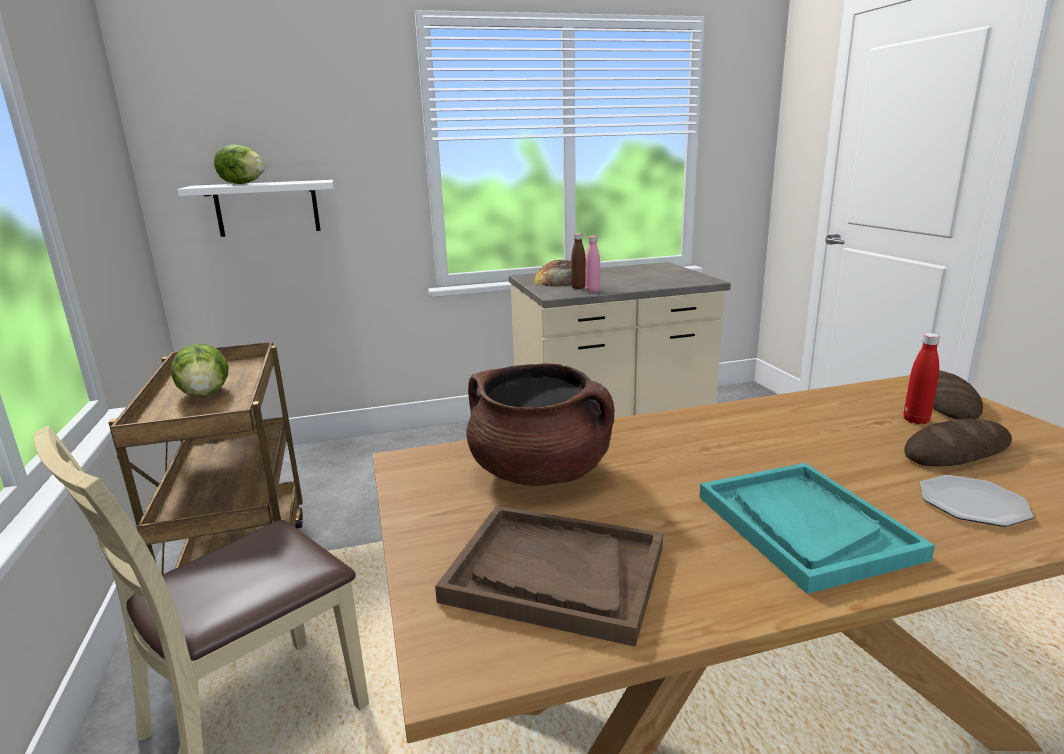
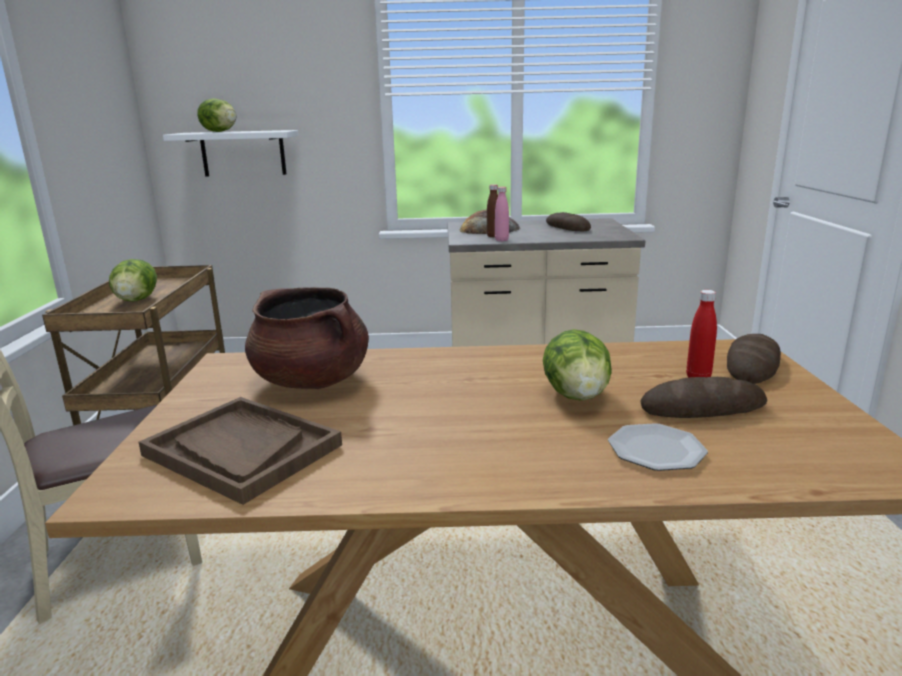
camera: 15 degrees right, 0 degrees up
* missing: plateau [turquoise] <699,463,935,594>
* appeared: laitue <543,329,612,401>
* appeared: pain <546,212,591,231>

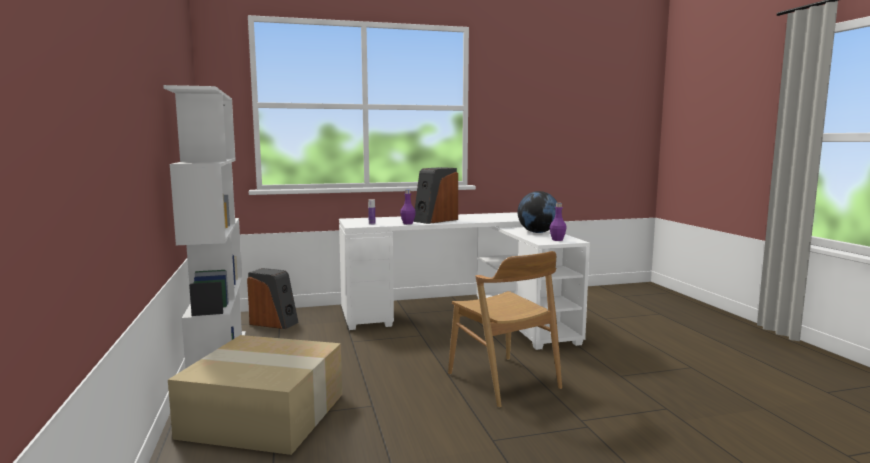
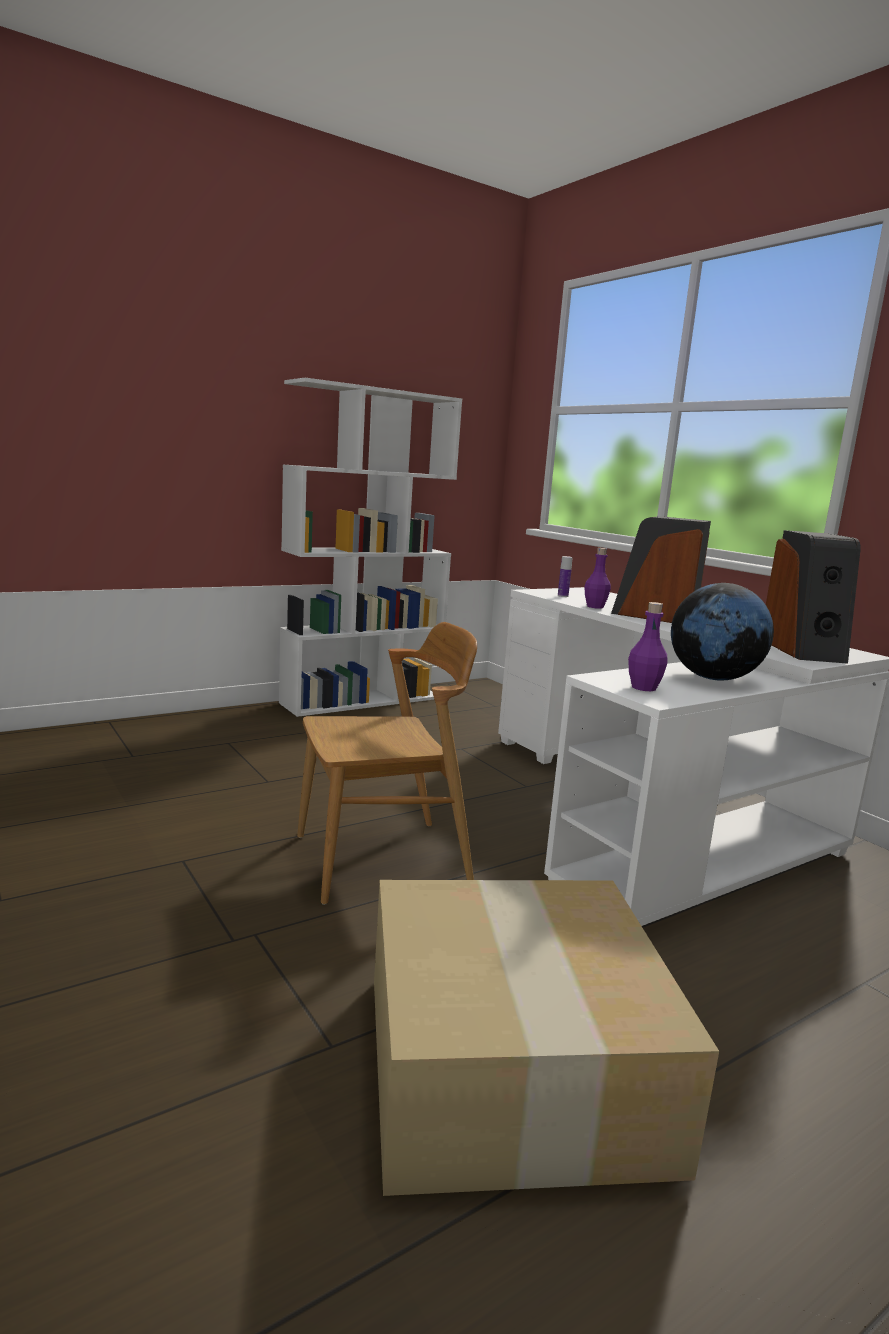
camera: 70 degrees right, 5 degrees up
* relocated: carton <168,335,342,455> to <374,880,719,1196>
* relocated: enceinte <247,268,299,329> to <766,530,861,664>
* spun: chaise [marron] <448,251,562,408> = <297,622,477,905> 150 degrees counterclockwise

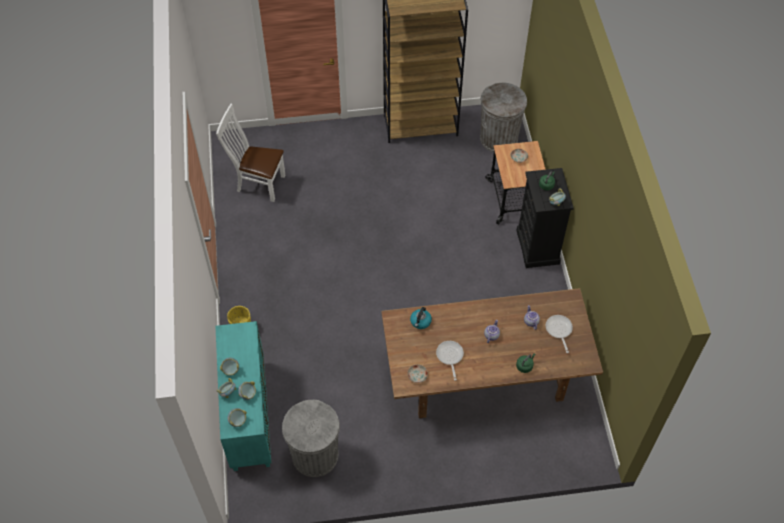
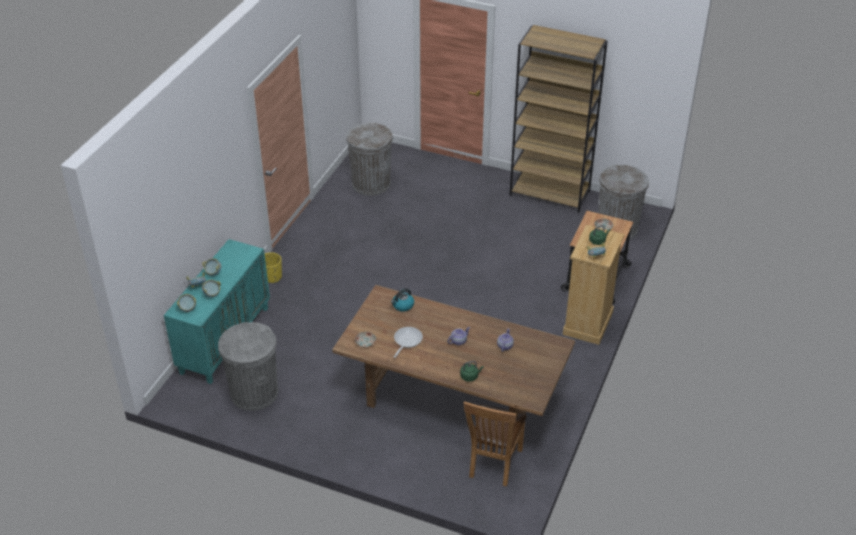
camera: 30 degrees right, 15 degrees down
* missing: poêle <546,315,573,353>
* appeared: chaise [marron] <463,401,527,486>
* exchanged: chaise [blanc] <216,104,285,202> to poubelle [gris] <346,123,393,196>
* colour: commode [noir] <516,168,574,268> to commode [beige] <563,225,625,345>

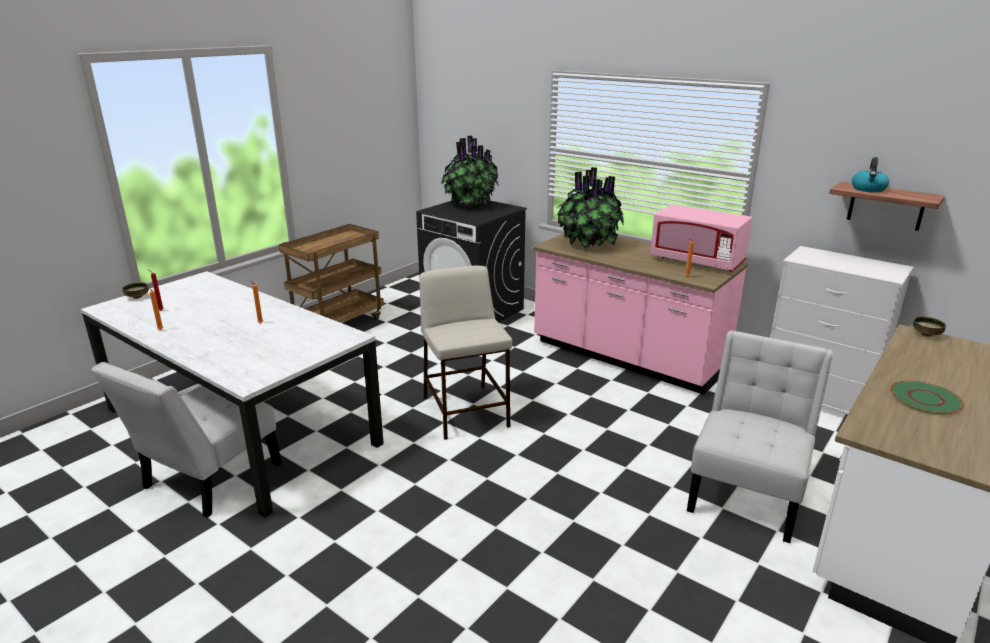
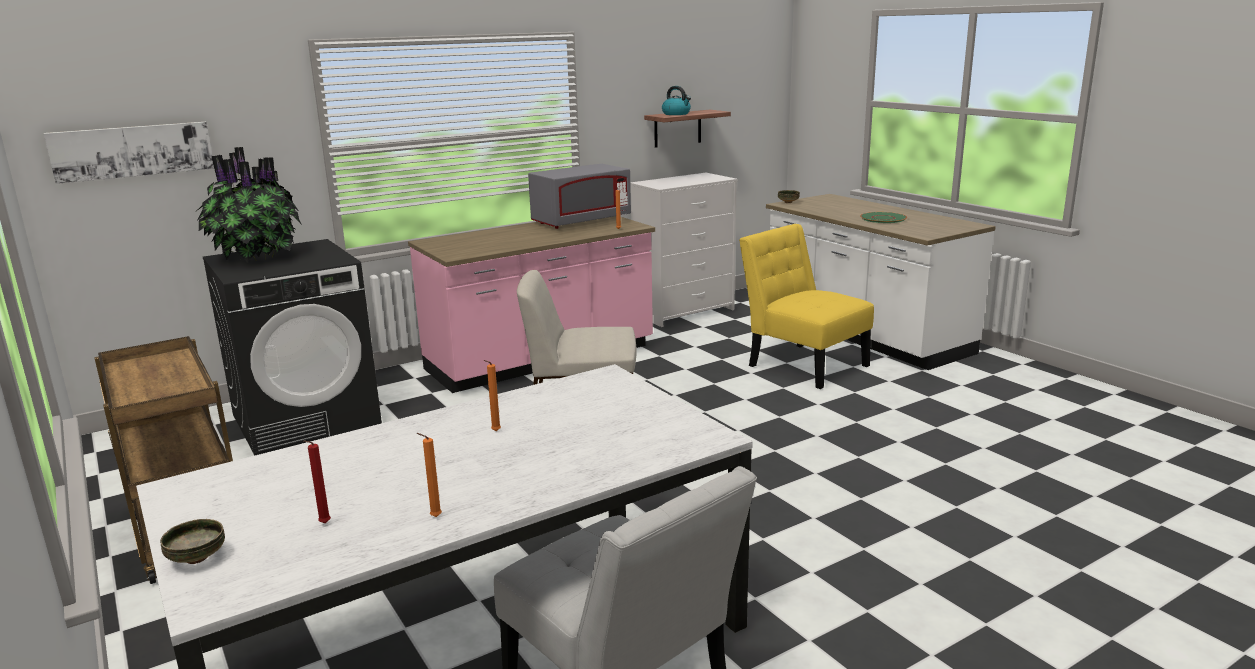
camera: 70 degrees left, 5 degrees down
* missing: plante en pot <557,167,624,249>
* appeared: tableau <44,122,214,184>
* colour: micro-ondes [rose] <650,204,752,272> to micro-ondes [gris] <528,164,631,229>
* colour: chaise [blanc] <687,330,833,543> to chaise [jaune] <739,224,874,389>

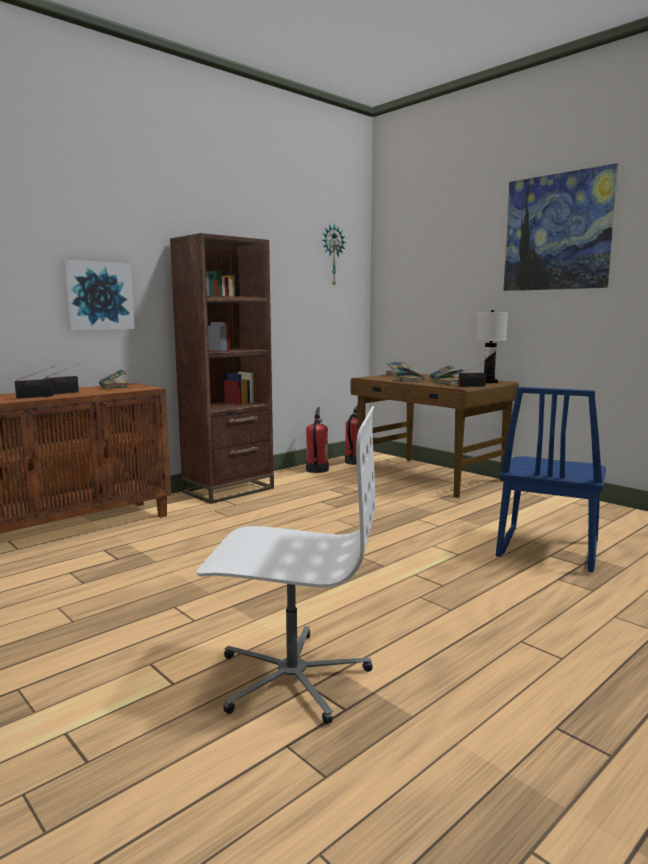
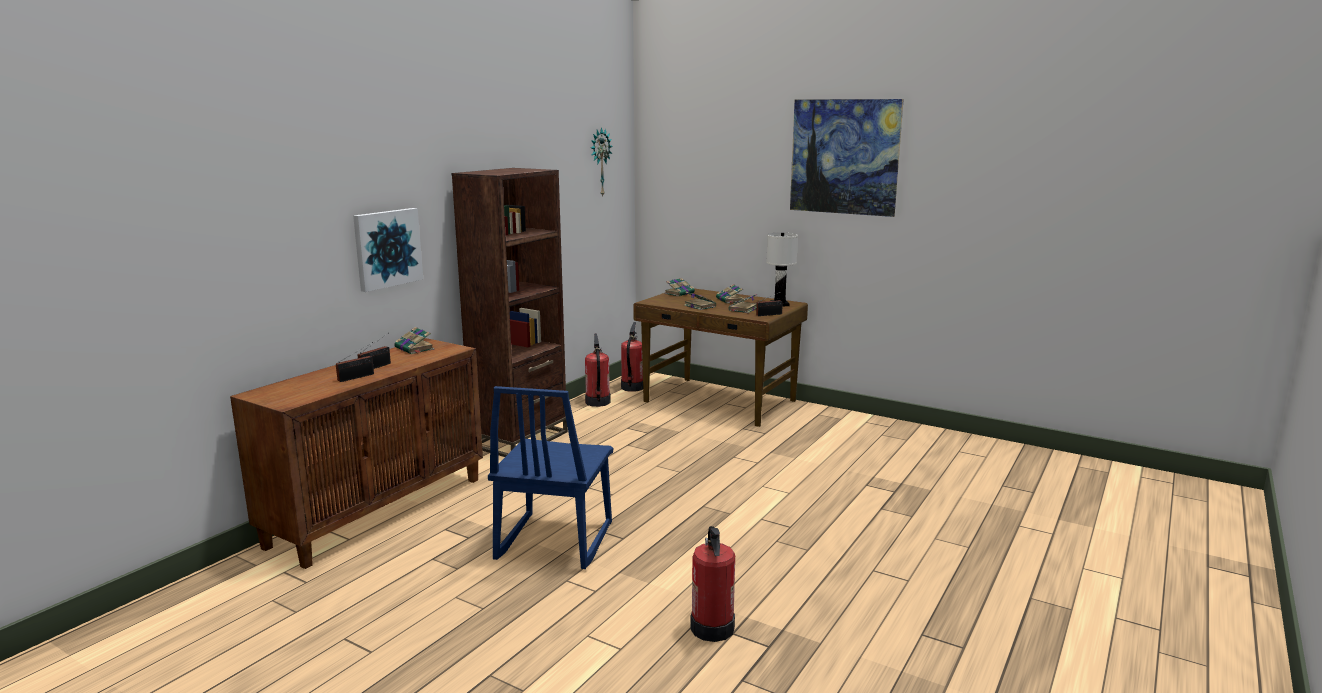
camera: 15 degrees left, 5 degrees up
* relocated: chaise [bleu] <496,387,606,572> to <488,386,613,569>
* exchanged: chaise de bureau [blanc] <197,406,375,724> to extincteur <690,526,735,642>

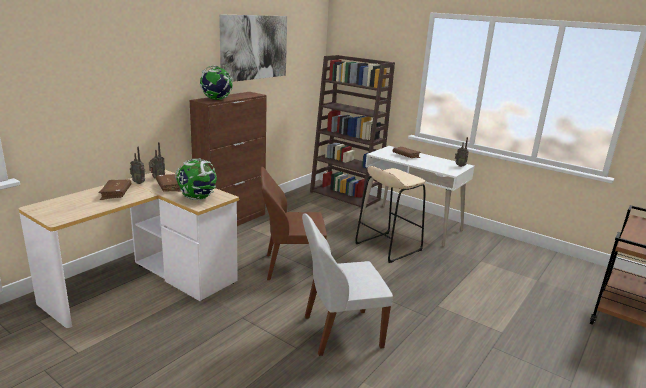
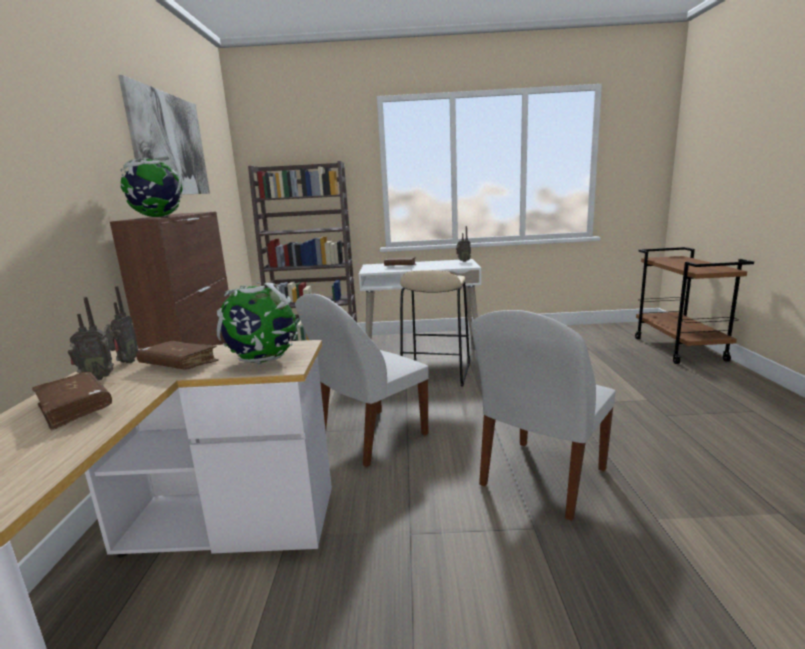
camera: 35 degrees left, 5 degrees down
* colour: chaise [marron] <260,167,327,280> to chaise [blanc] <295,294,429,467>

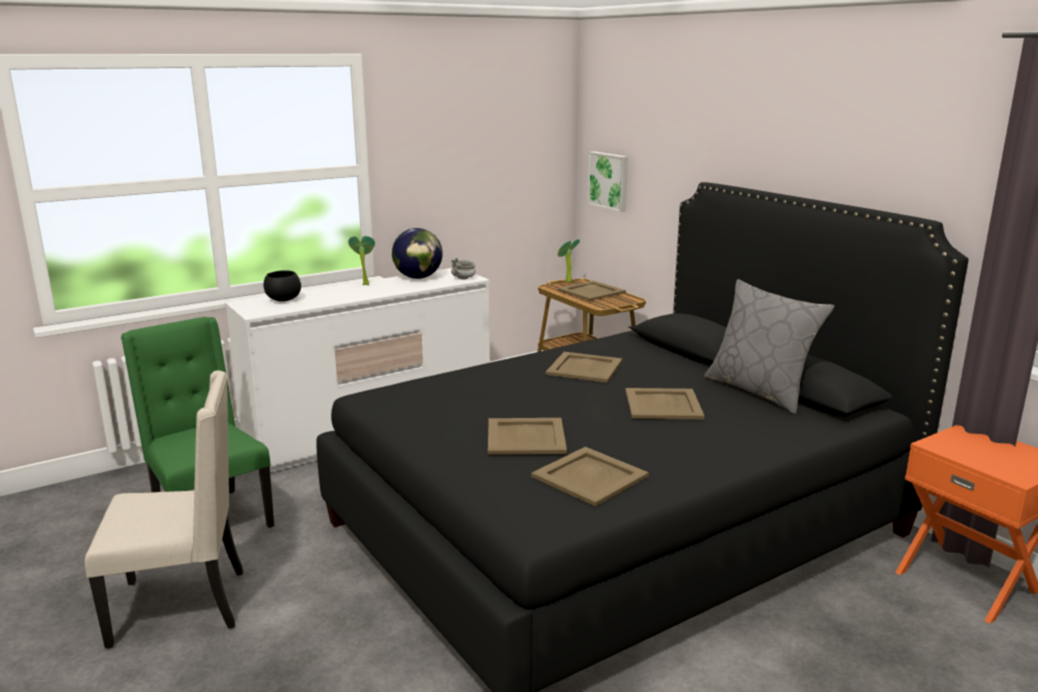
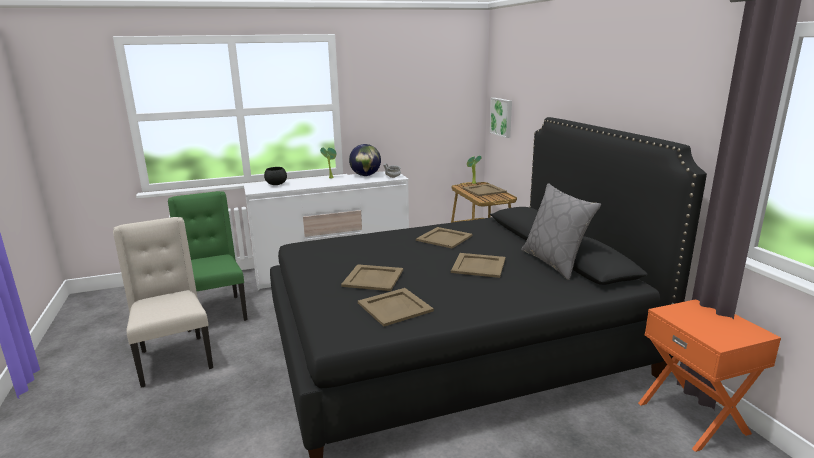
camera: 15 degrees right, 0 degrees up
* spun: chaise [beige] <85,371,243,649> = <113,217,213,388> 120 degrees counterclockwise

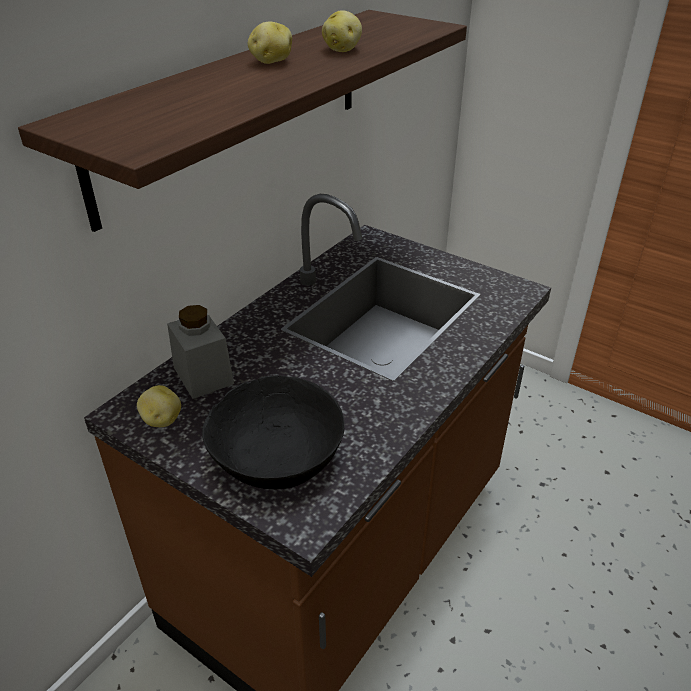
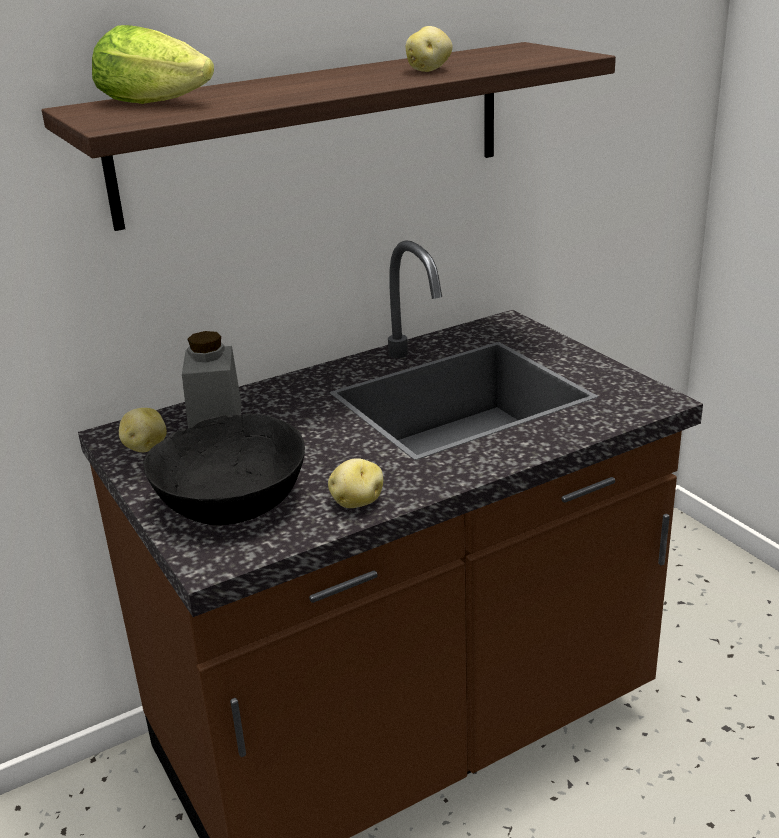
camera: 25 degrees right, 10 degrees down
* appeared: laitue <92,25,214,104>
* relocated: pomme de terre <248,22,292,64> to <328,458,383,508>

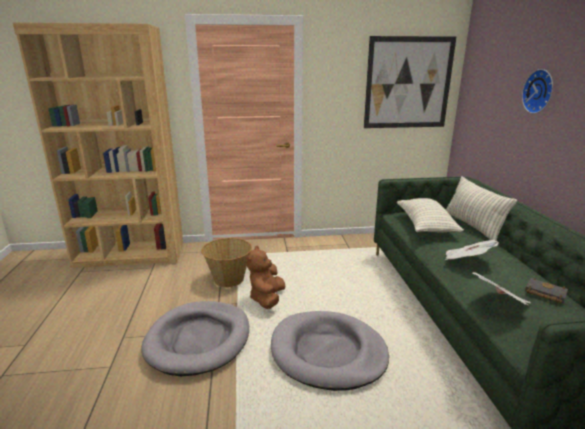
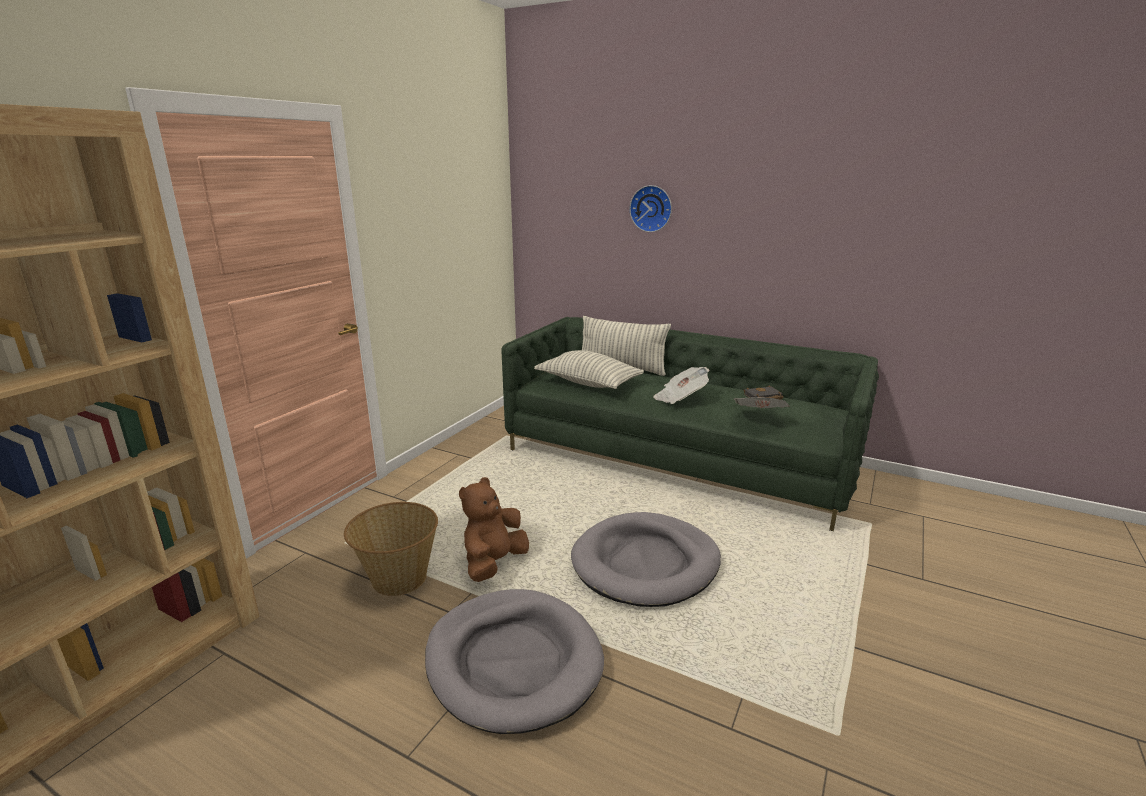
camera: 55 degrees left, 0 degrees up
* missing: tableau <364,36,456,128>
* spun: peluche [marron] <246,246,285,309> = <459,477,529,582> 75 degrees clockwise

